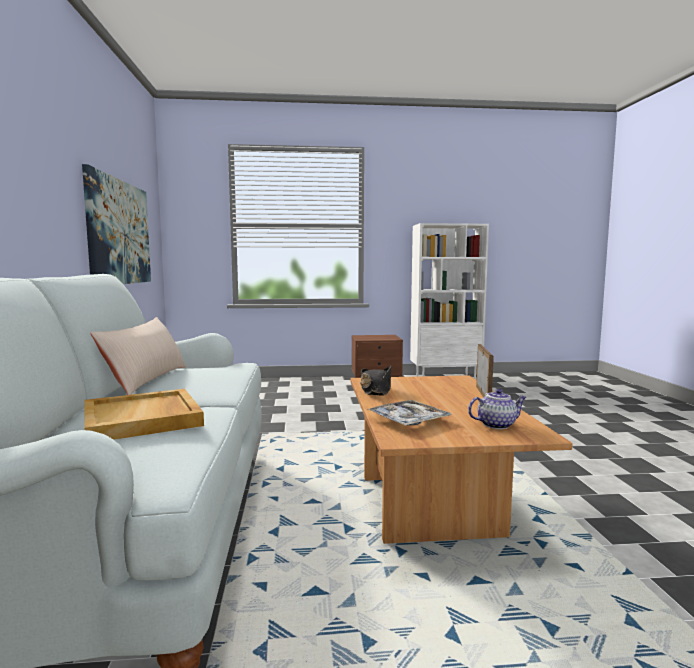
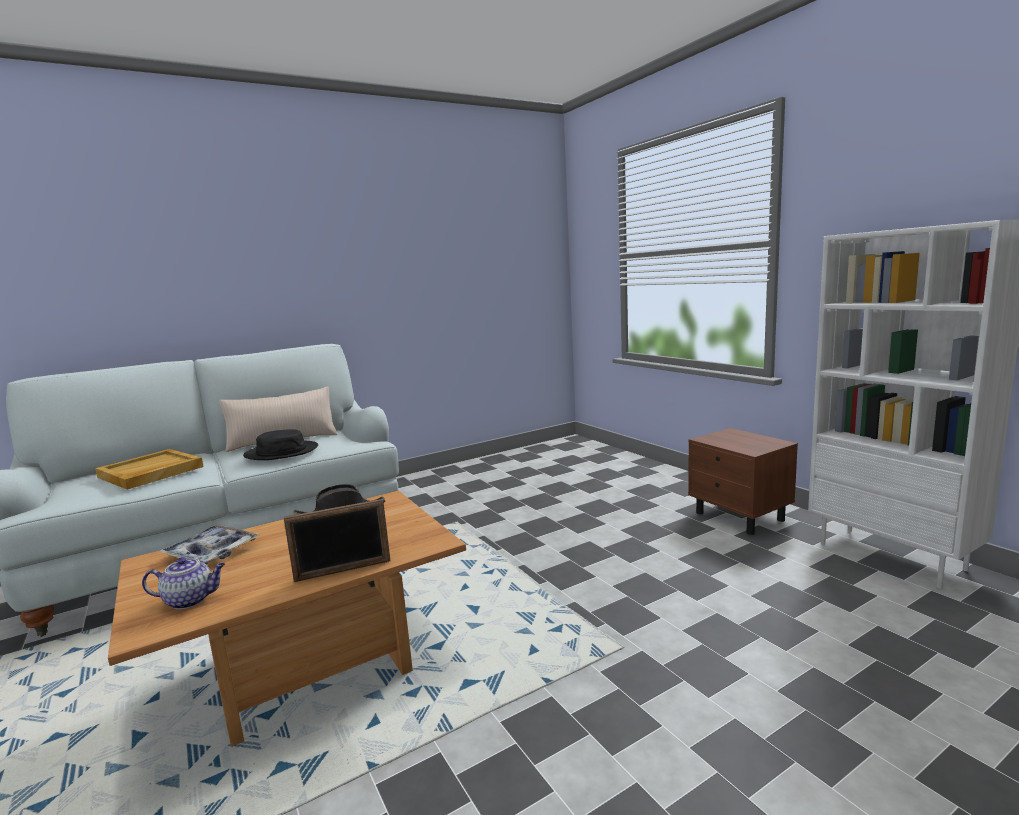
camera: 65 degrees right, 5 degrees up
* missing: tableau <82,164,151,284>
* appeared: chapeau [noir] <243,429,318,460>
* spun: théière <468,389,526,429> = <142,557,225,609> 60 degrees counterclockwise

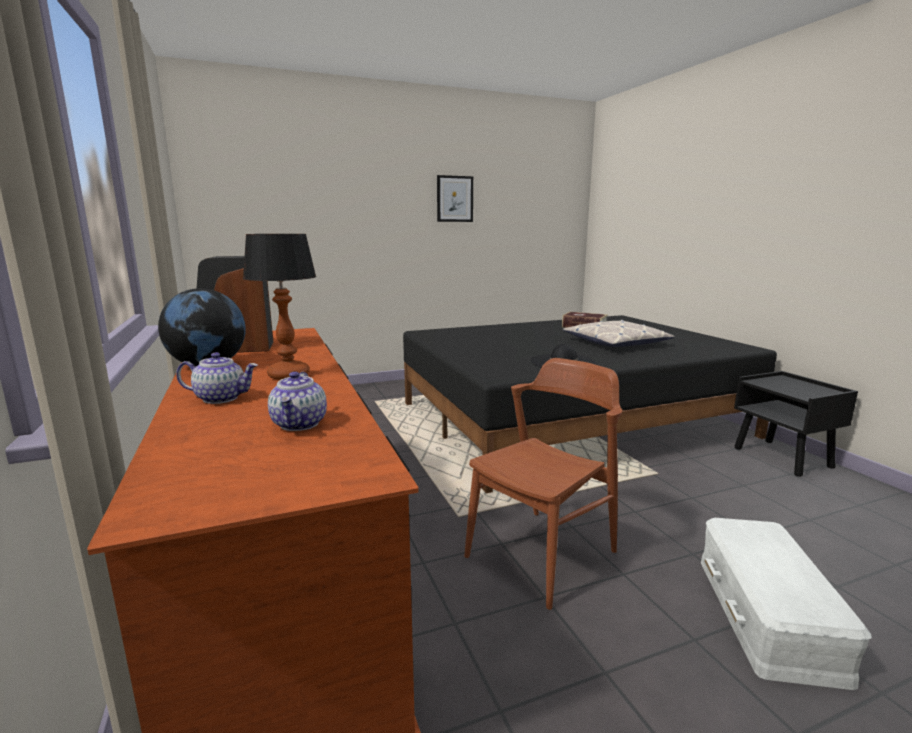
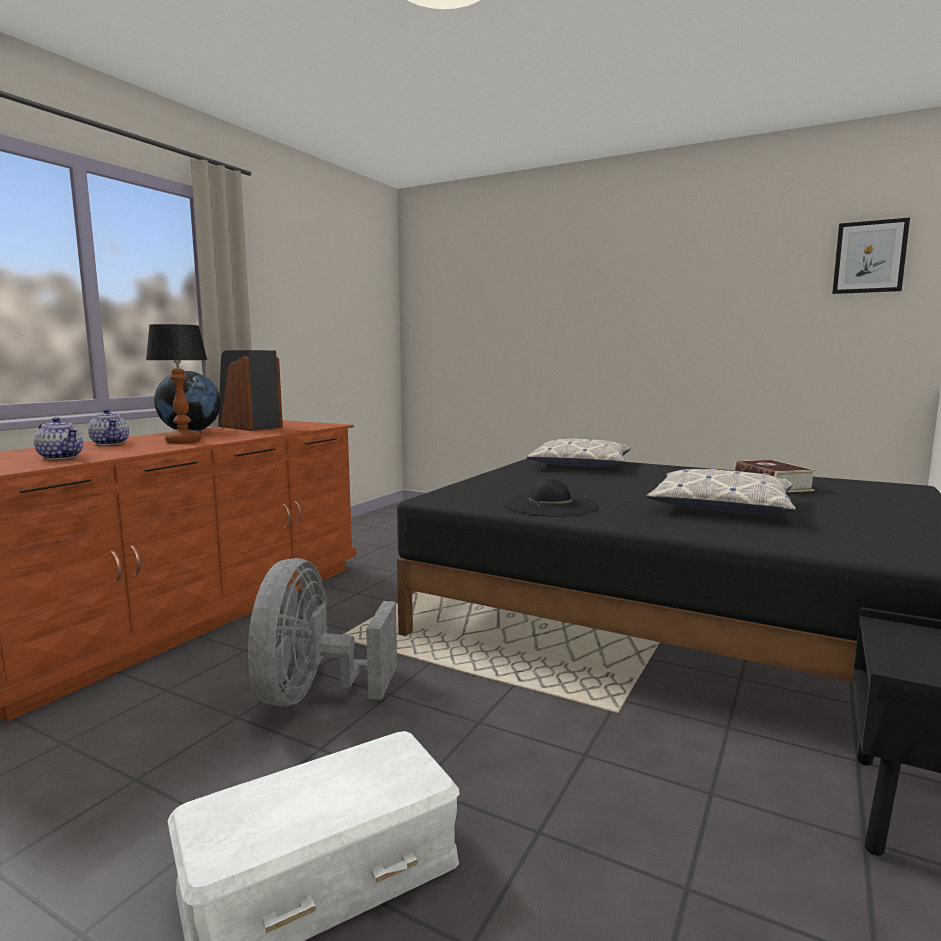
camera: 50 degrees right, 5 degrees down
* appeared: coussin <526,438,631,467>
* relocated: tableau <437,175,473,222> to <832,218,910,294>
* exchanged: chaise [marron] <464,358,622,610> to ventilateur [gris] <248,558,397,707>
* spun: théière <268,371,327,431> = <34,417,83,460> 105 degrees counterclockwise

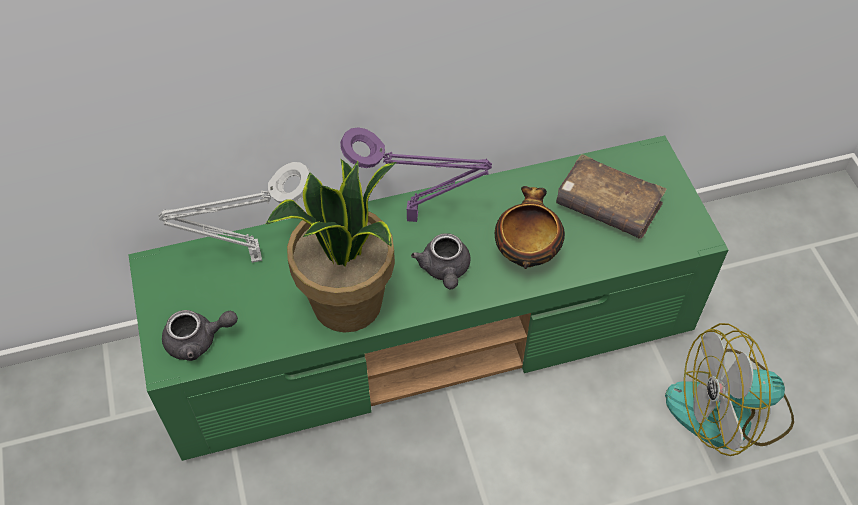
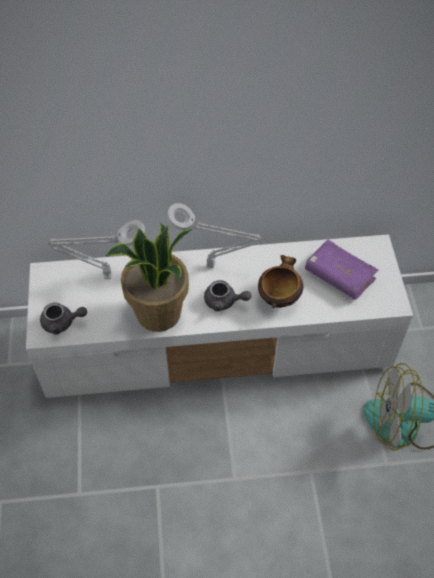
camera: 10 degrees right, 0 degrees up
* colour: meuble télé [vert] <128,136,728,461> to meuble télé [blanc] <26,234,413,398>
* colour: lampe de table [violet] <340,127,492,222> to lampe de table [gris] <166,203,261,268>
* colour: livre [marron] <556,154,667,239> to livre [violet] <305,240,379,300>
* spun: théière [gris] <411,233,470,290> = <204,280,251,311> 75 degrees counterclockwise

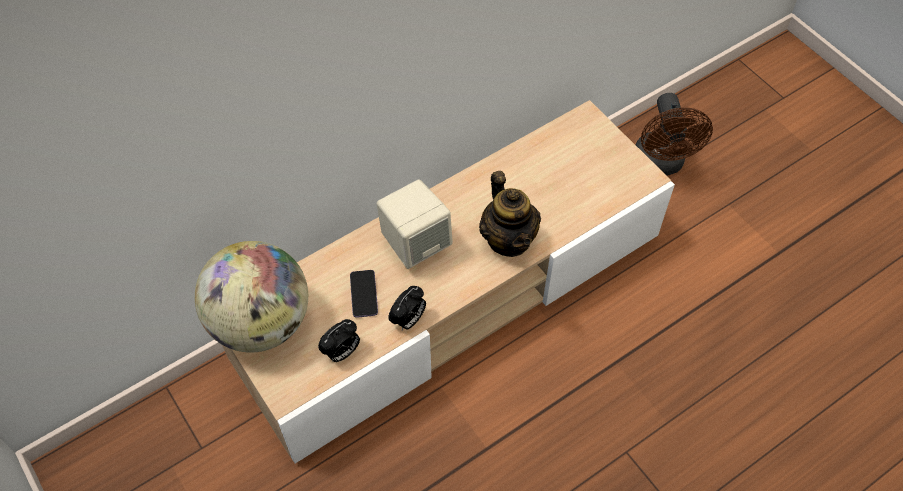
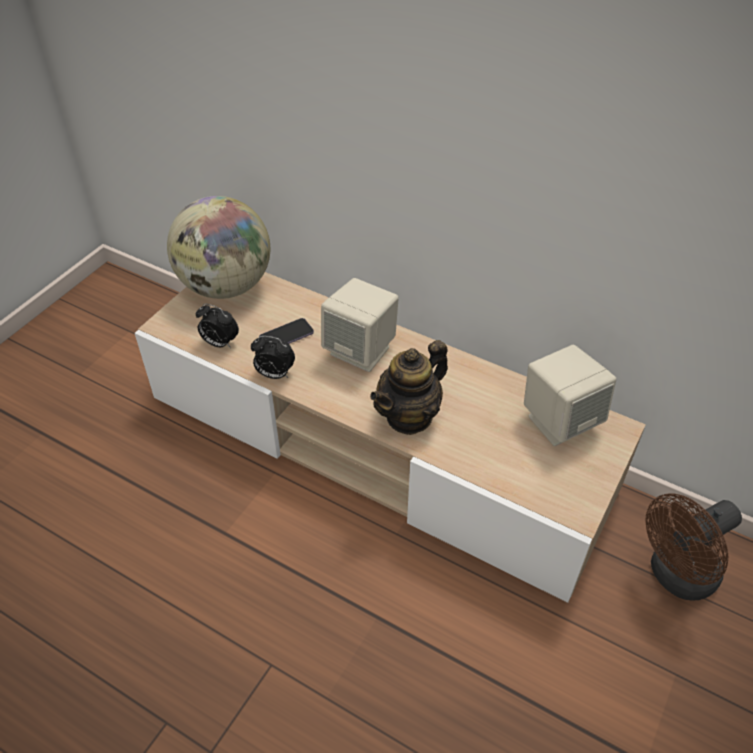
camera: 65 degrees right, 10 degrees down
* appeared: enceinte [beige] <524,345,616,446>

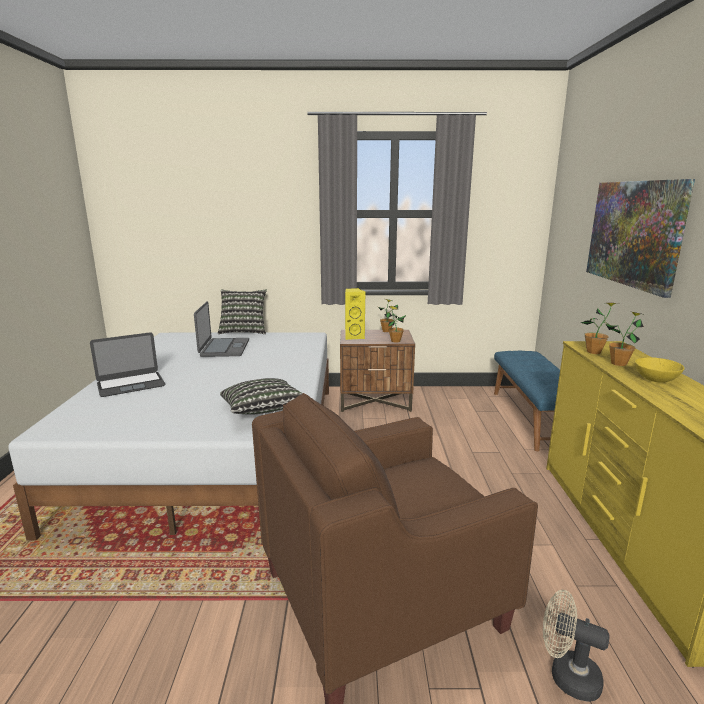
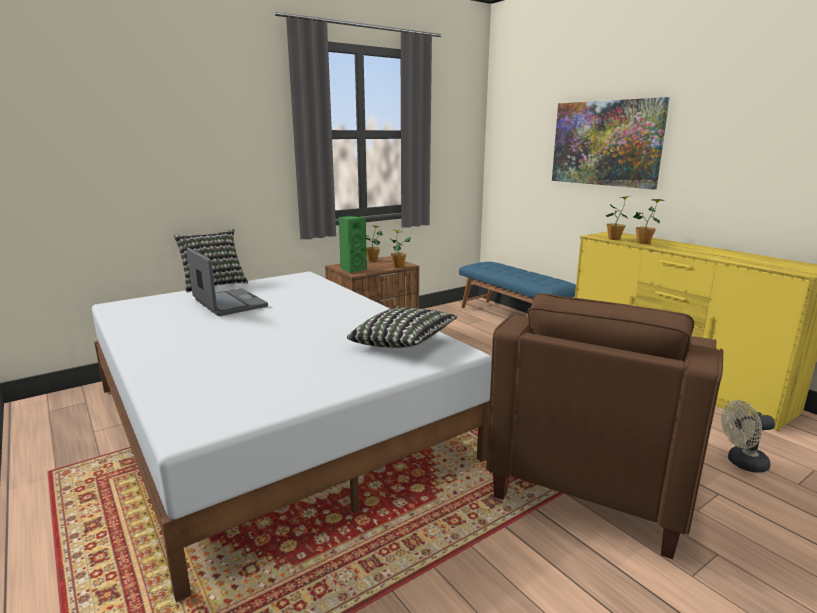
camera: 35 degrees left, 0 degrees up
* missing: ordinateur portable <90,332,165,397>
* missing: bol [jaune] <635,357,684,383>
* colour: enceinte [jaune] <345,288,365,340> to enceinte [vert] <338,216,367,273>

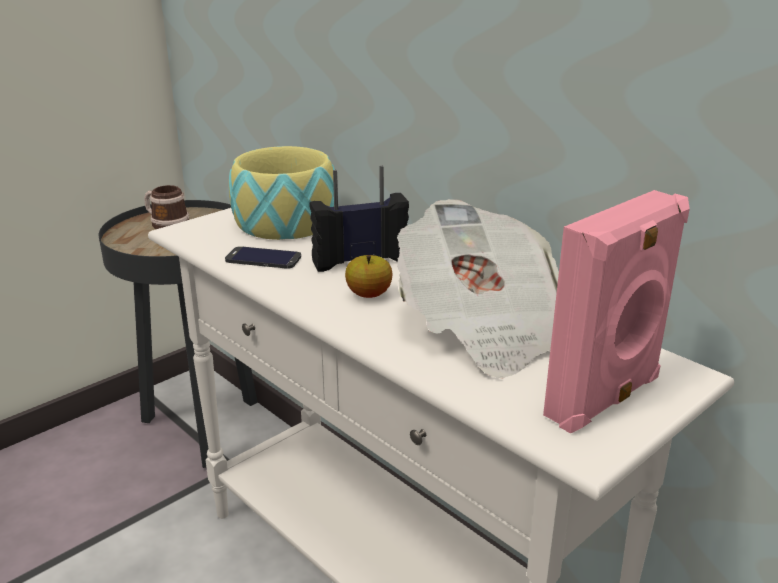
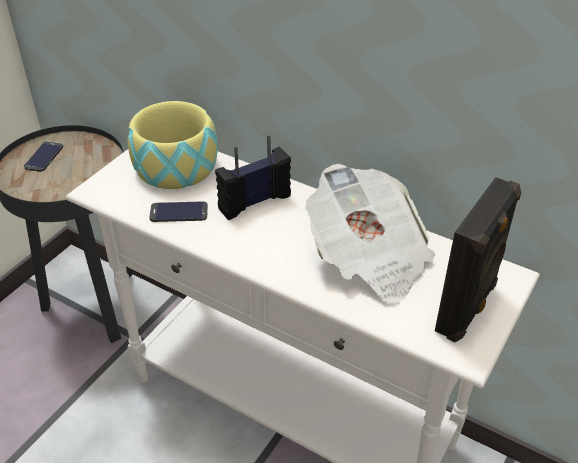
camera: 15 degrees left, 15 degrees up
* missing: pomme <345,255,393,298>
* exchanged: mug <144,185,189,229> to téléphone <24,141,63,172>
* colour: enceinte [rose] <543,190,690,434> to enceinte [noir] <435,177,521,342>

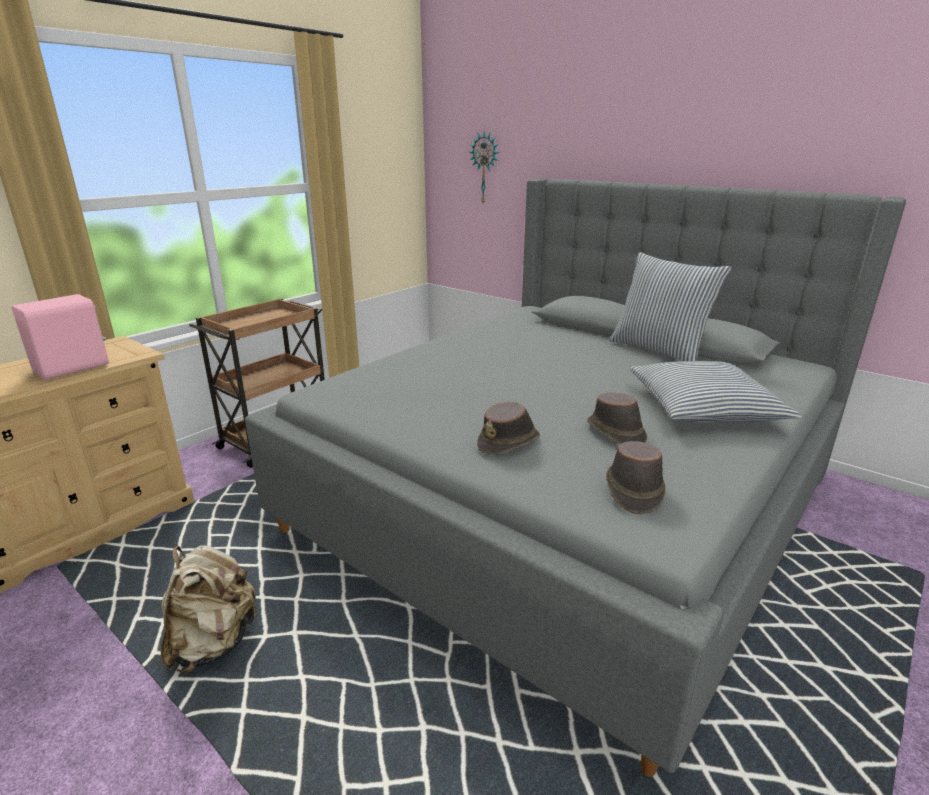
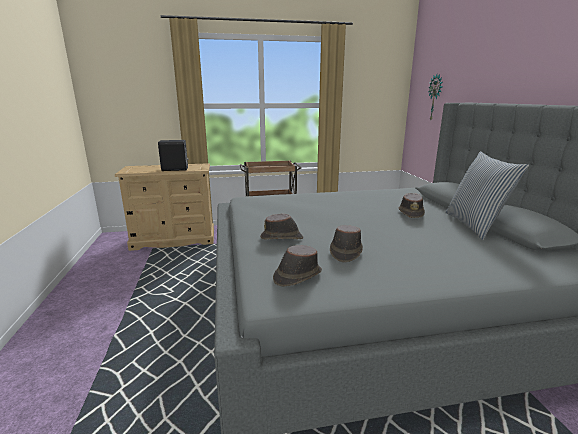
camera: 40 degrees right, 5 degrees down
* missing: sac à dos [beige] <161,545,259,674>
* missing: coussin <630,361,802,423>
* appeared: chapeau [marron] <398,193,425,218>
* colour: enceinte [rose] <12,294,109,380> to enceinte [noir] <158,140,189,171>

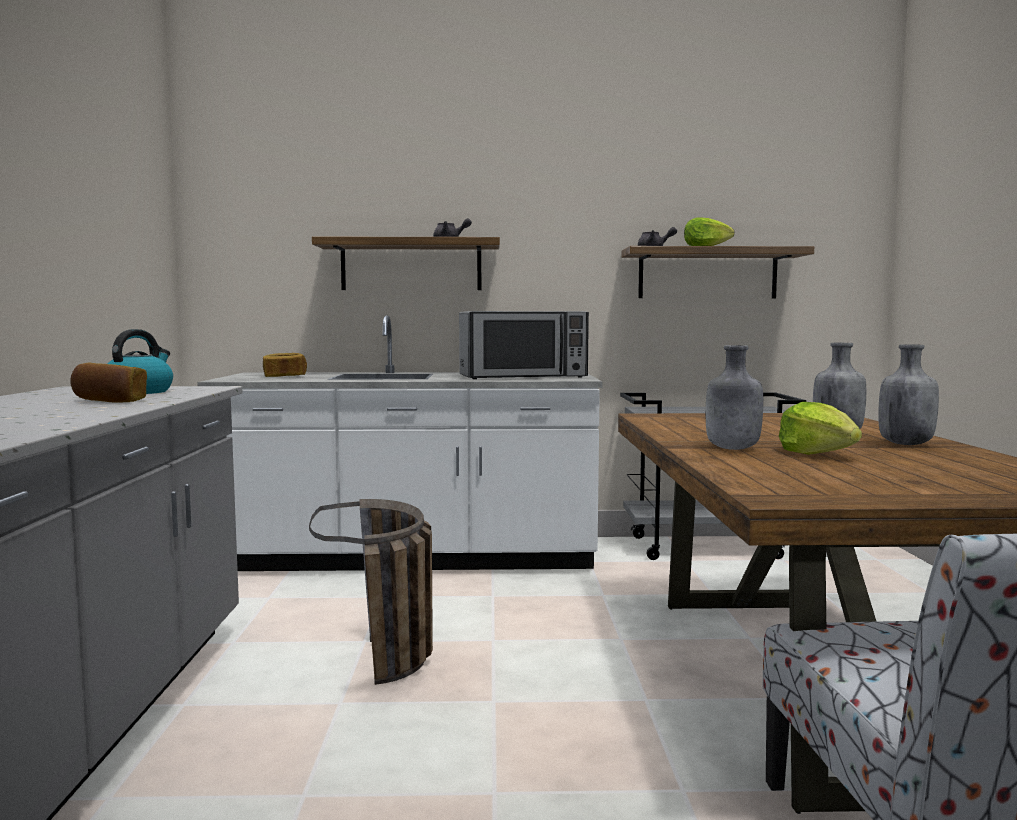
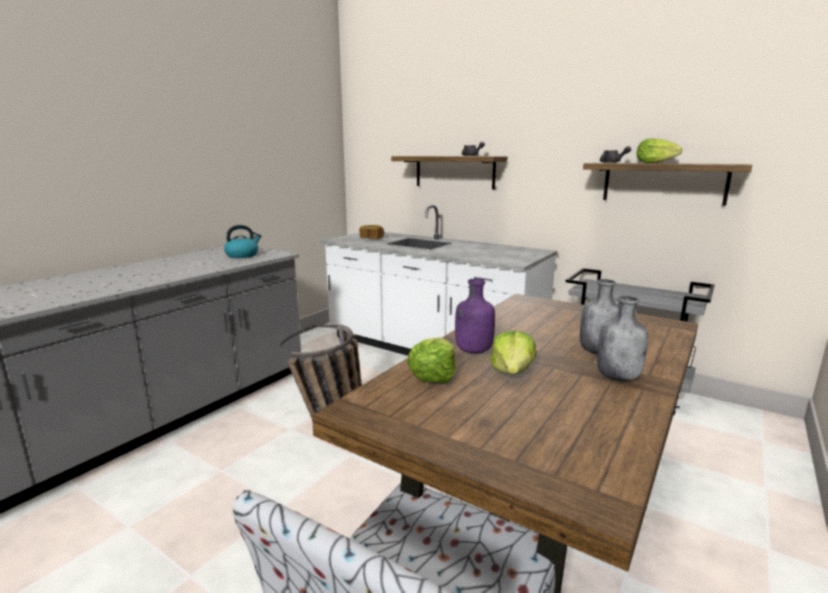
camera: 35 degrees right, 10 degrees up
* missing: pain <70,363,147,403>
* missing: micro-ondes <459,311,589,379>
* appeared: laitue <407,338,456,383>
* colour: bouteille [gris] <706,345,763,450> to bouteille [violet] <455,279,495,354>

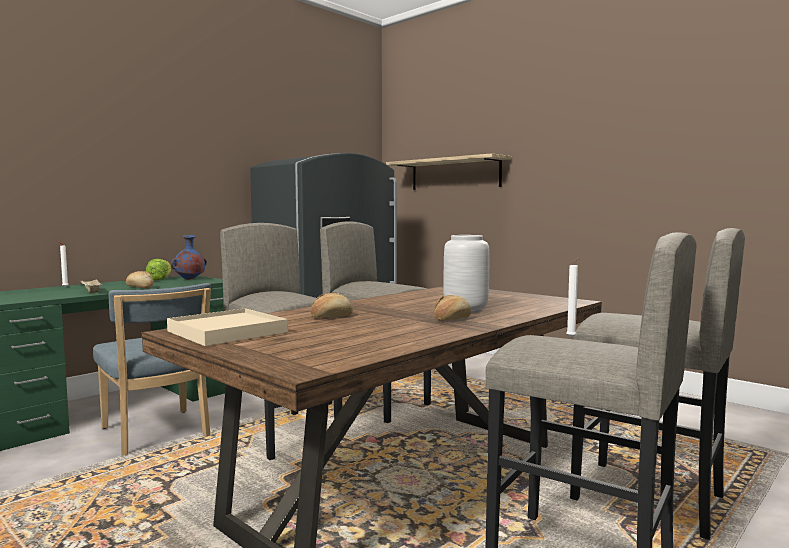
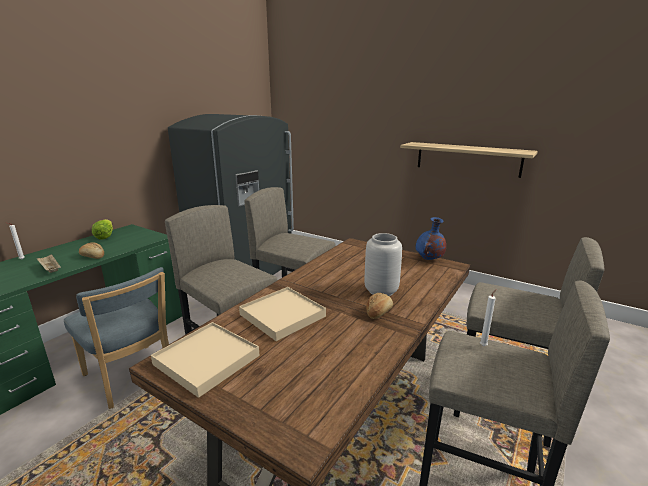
camera: 10 degrees left, 15 degrees up
* relocated: vase [bleu] <171,235,207,280> to <415,217,446,260>
* relocated: étagère <386,153,512,190> to <400,142,538,178>
* exchanged: pain <311,293,353,318> to plateau [beige] <239,287,326,341>

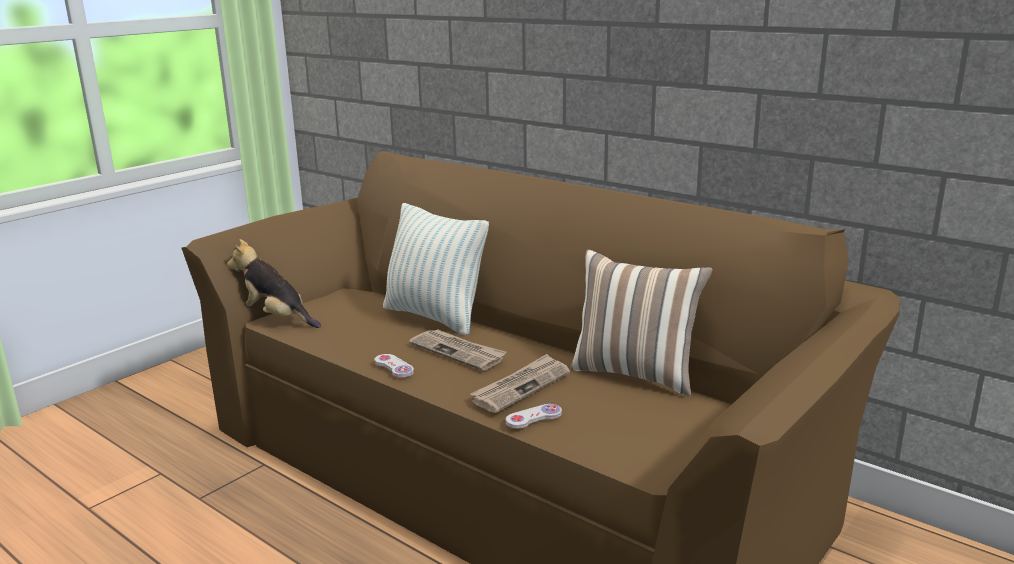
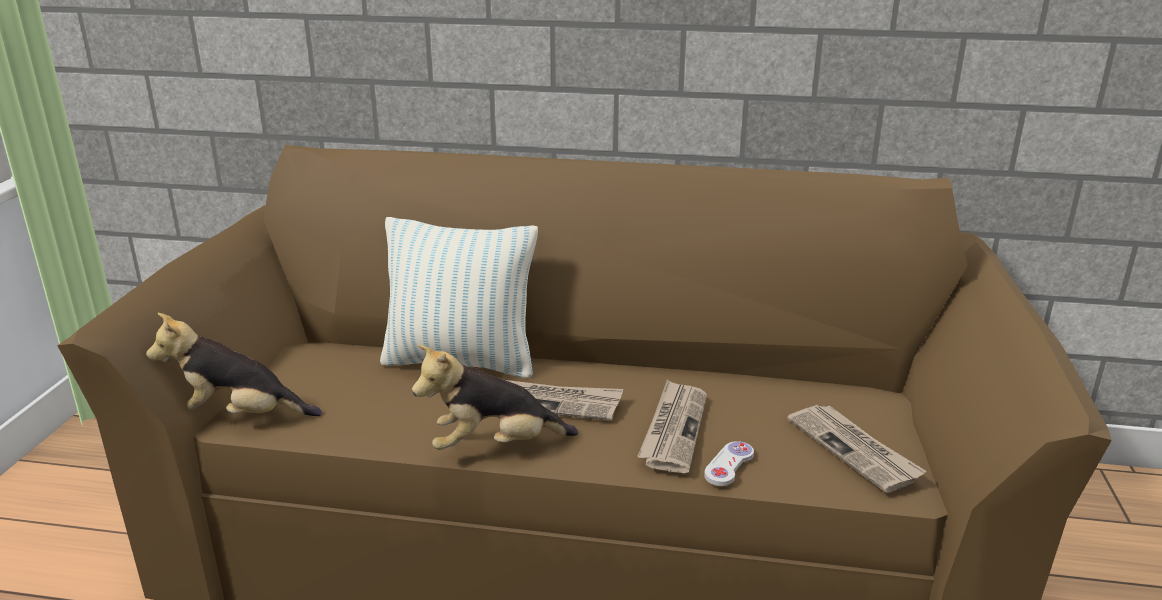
camera: 30 degrees left, 5 degrees up
* missing: coussin <570,249,712,397>
* appeared: journal <787,405,927,493>
* exchanged: manette [blanc] <374,354,414,378> to peluche <412,345,578,450>

